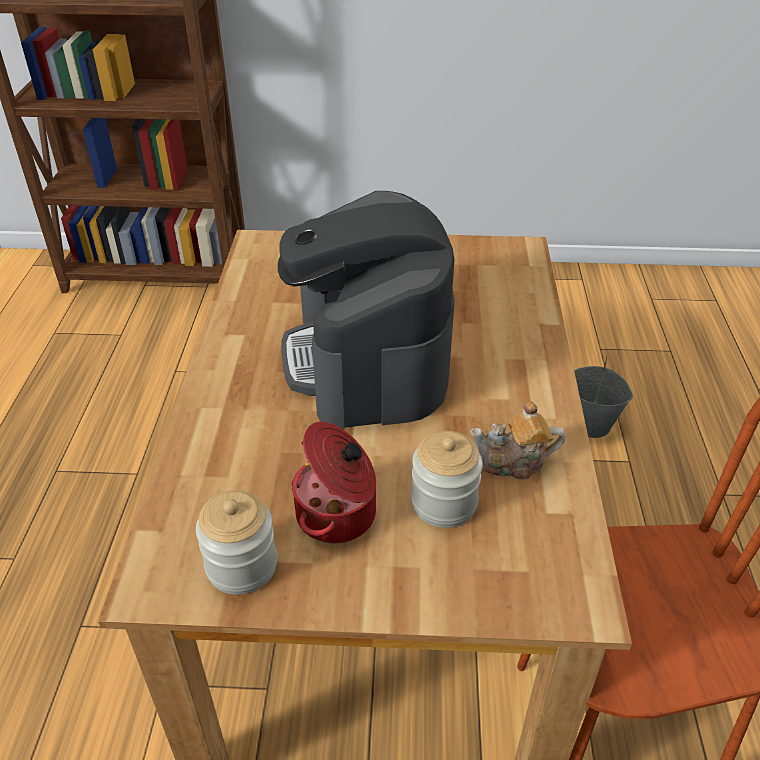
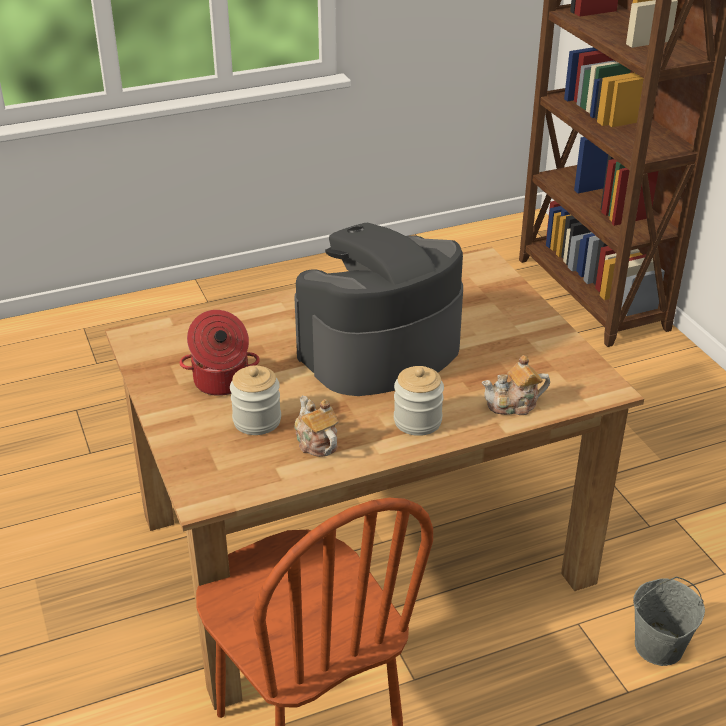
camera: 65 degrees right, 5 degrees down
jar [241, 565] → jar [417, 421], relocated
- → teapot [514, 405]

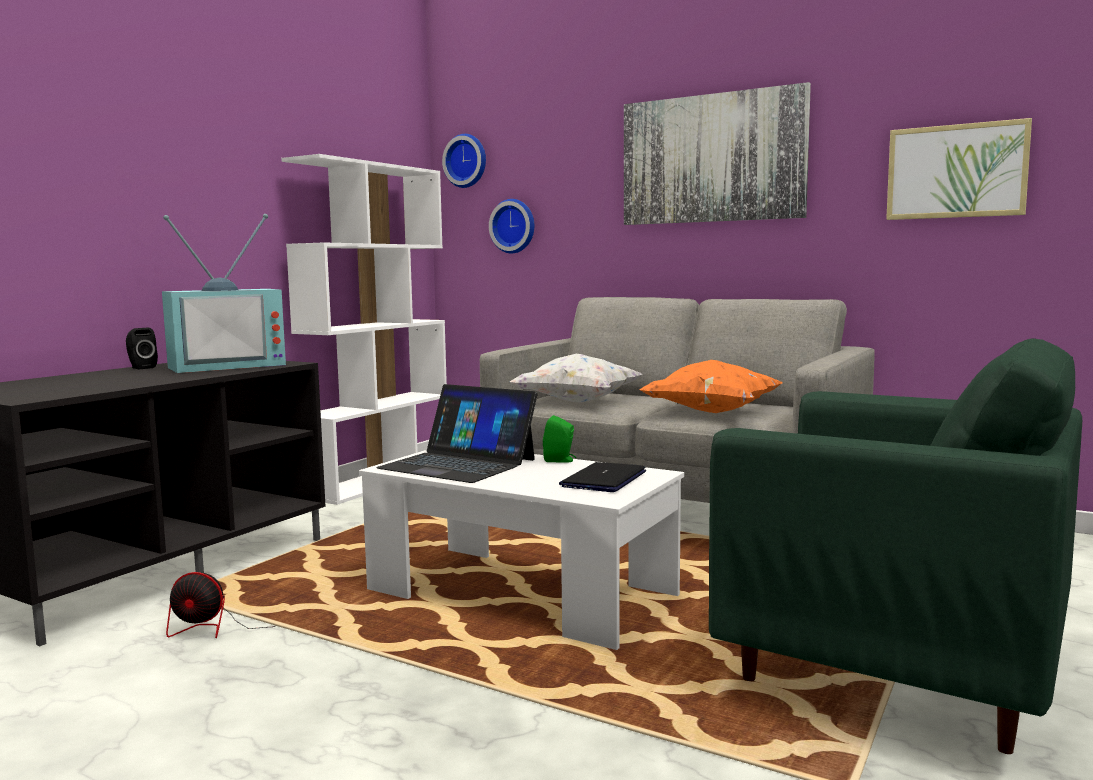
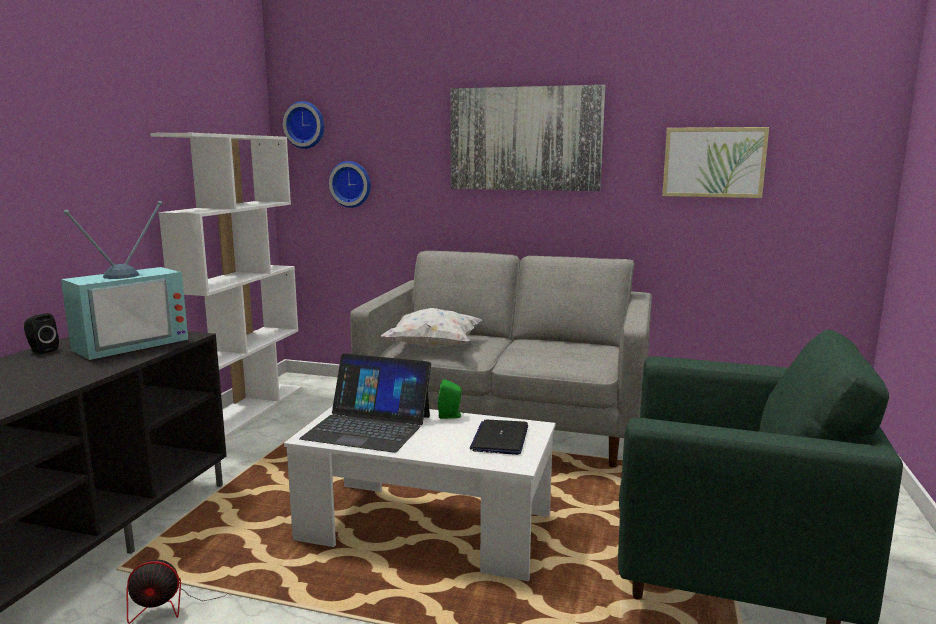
camera: 15 degrees left, 5 degrees up
cushion/orange [711, 412] → -

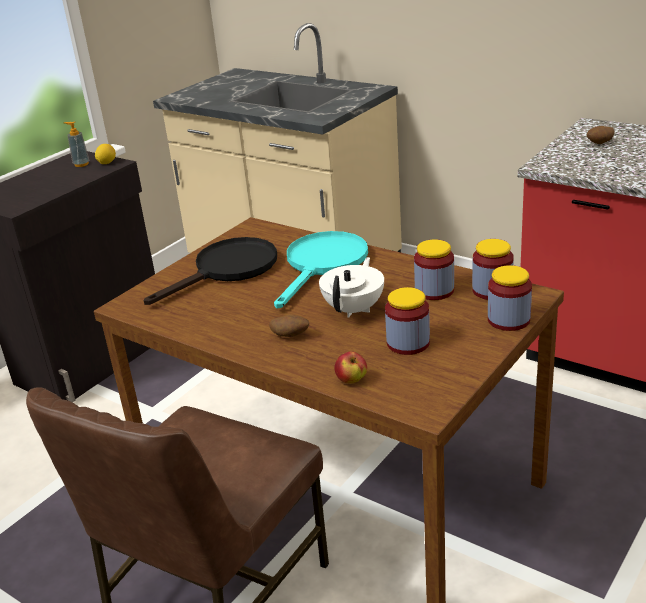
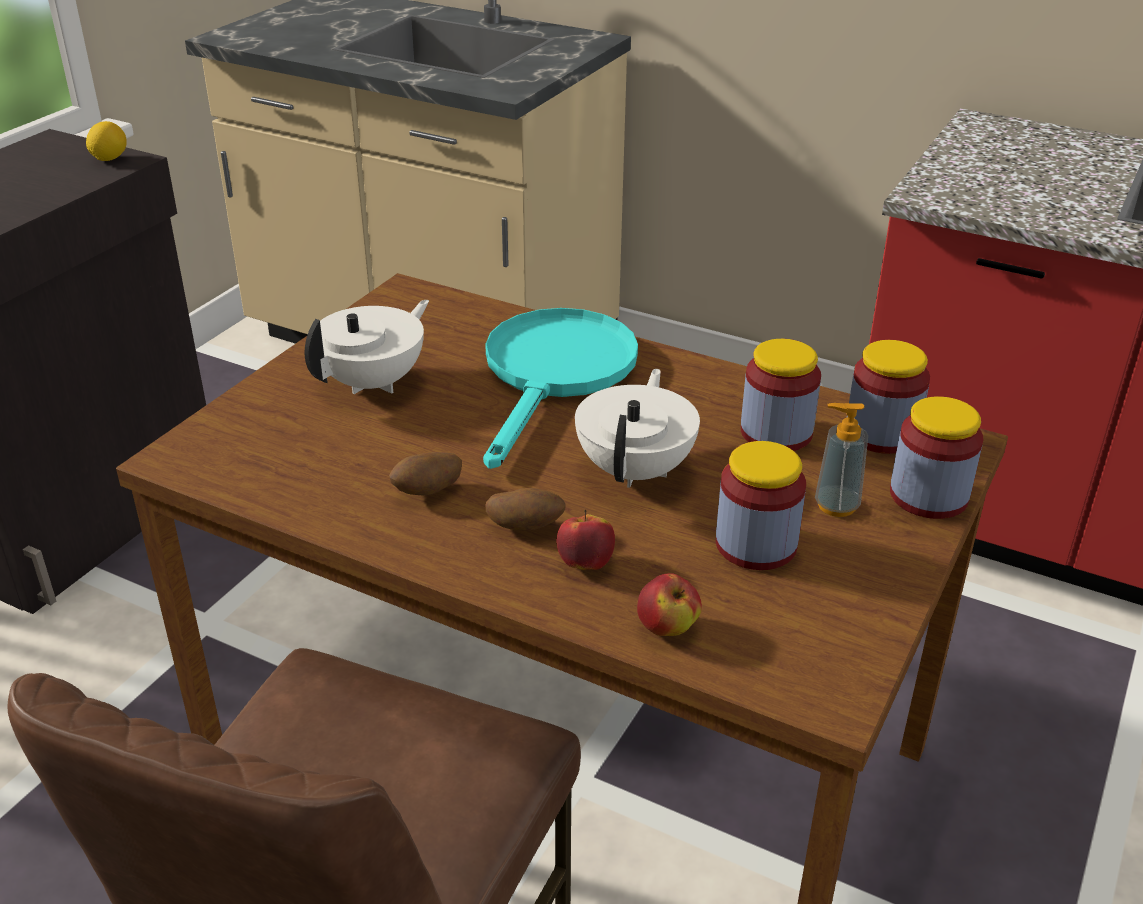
camera: 10 degrees left, 5 degrees up
soap dispenser [81, 164] → soap dispenser [836, 505], relocated
frying pan/black-coloured [227, 270] → teapot/white [374, 382]
potato [599, 144] → potato [428, 492], relocated
- → apple fruit [585, 563]

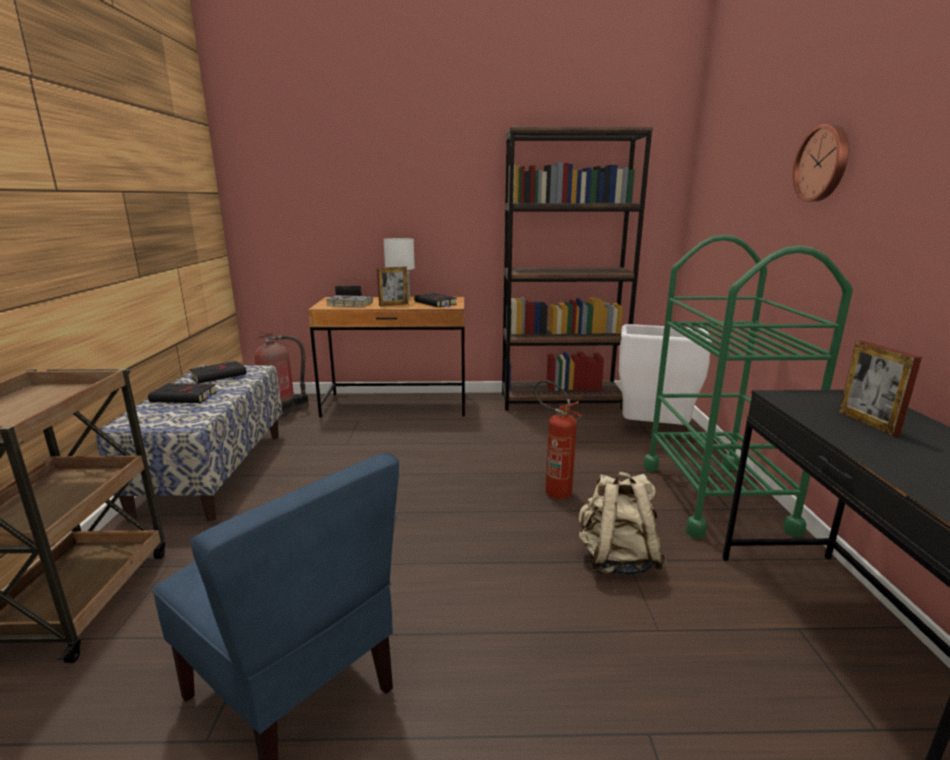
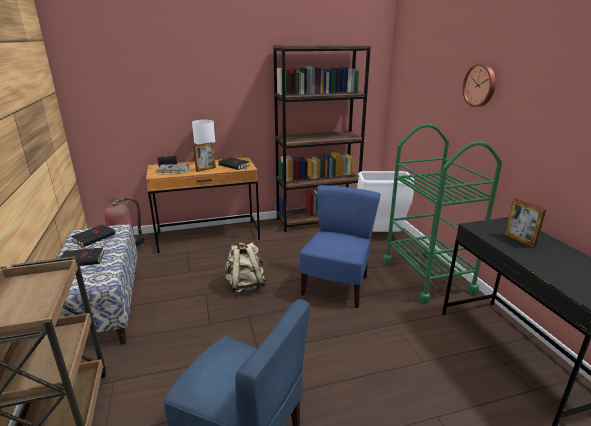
camera: 15 degrees left, 5 degrees up
extinguisher [552, 490] → upright chair/blue [336, 286]
knapsack/beige [616, 560] → knapsack/beige [245, 286], relocated

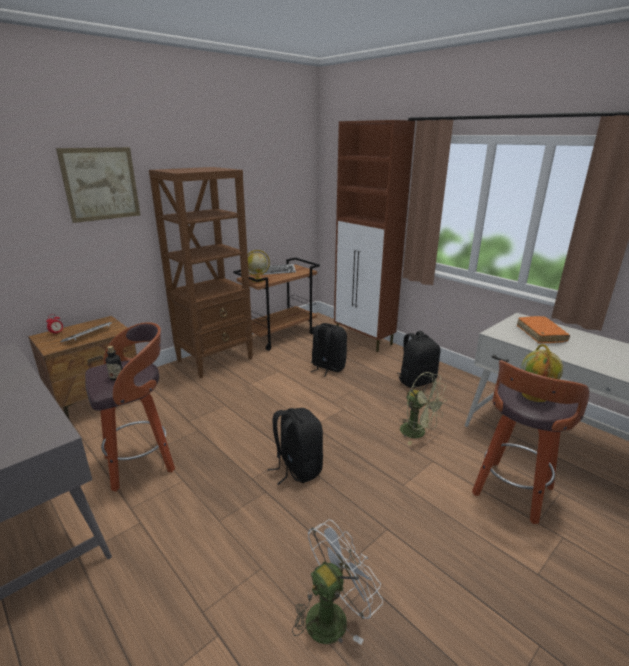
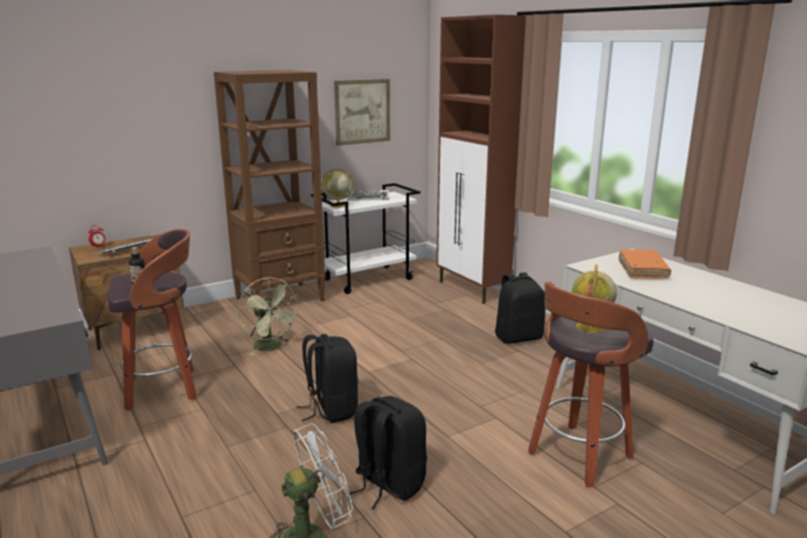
camera: 10 degrees right, 5 degrees down
wall art [101, 184] → wall art [362, 111], relocated
wheeled cart/brown [280, 335] → wheeled cart/white [368, 279]
knapsack/black-coloured [327, 367] → knapsack/black-coloured [388, 484], relocated
fan/green-coloured [418, 433] → fan/green-coloured [271, 347], relocated

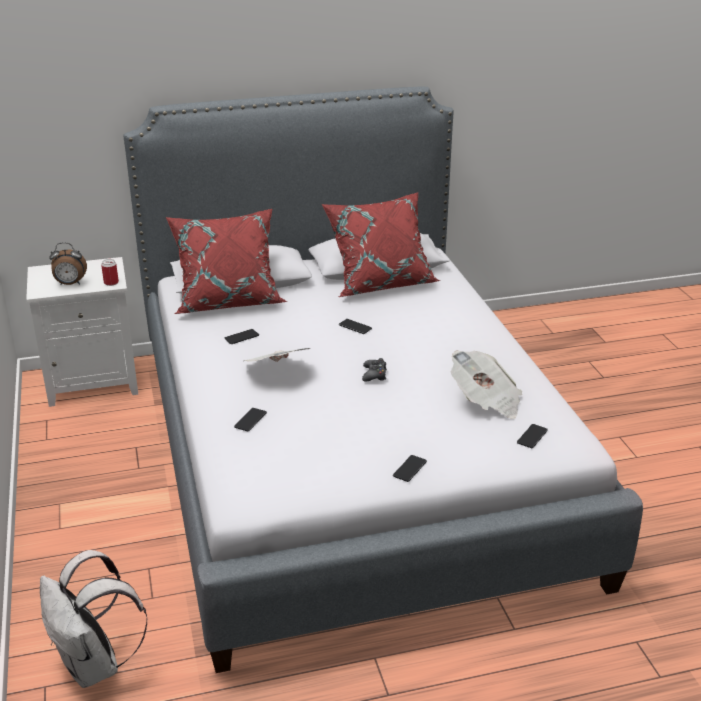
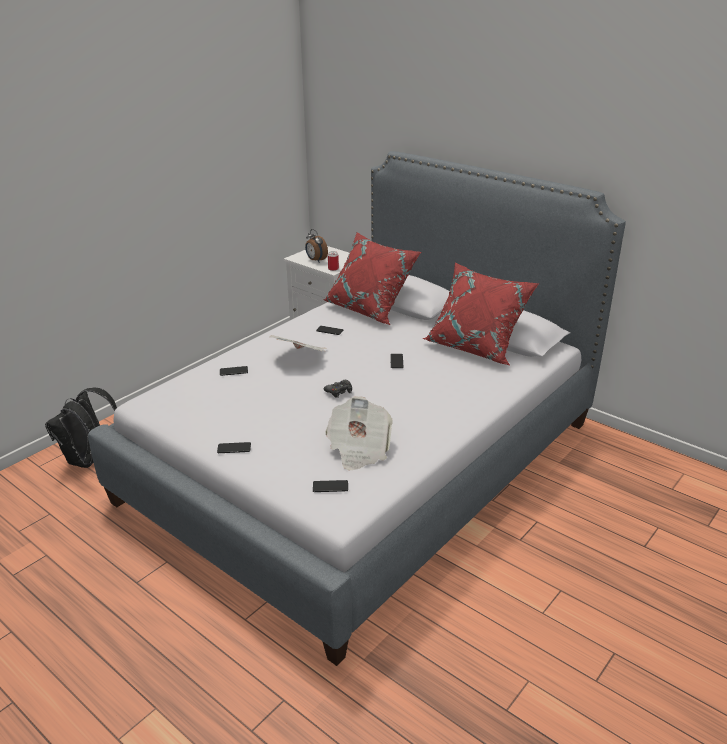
camera: 55 degrees right, 0 degrees up
knapsack/white [95, 665] → knapsack/black-coloured [90, 460]

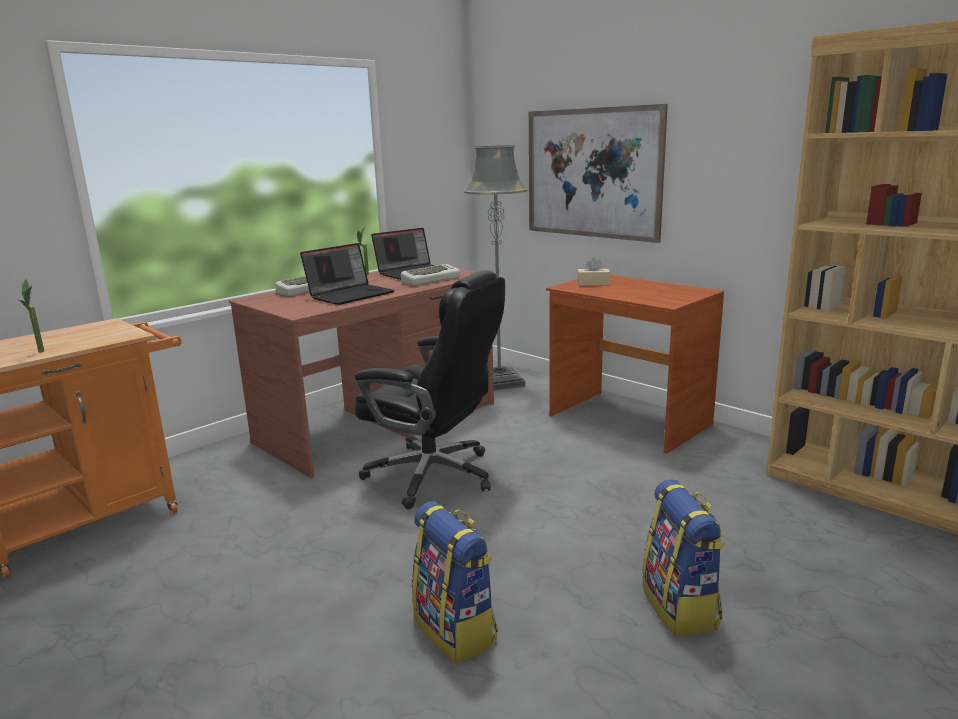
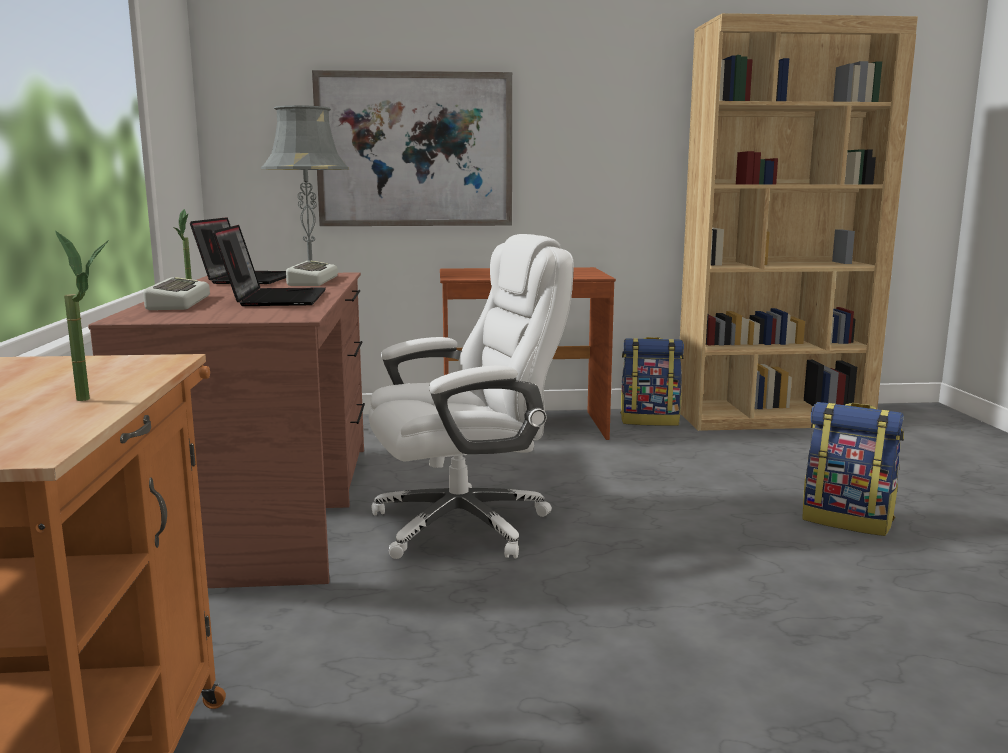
camera: 50 degrees left, 5 degrees down
desk chair/black-coloured [434, 475] → desk chair/white [465, 524]
knapsack [456, 630] → knapsack [650, 420], relocated
tissue holder/beige [593, 283] → -

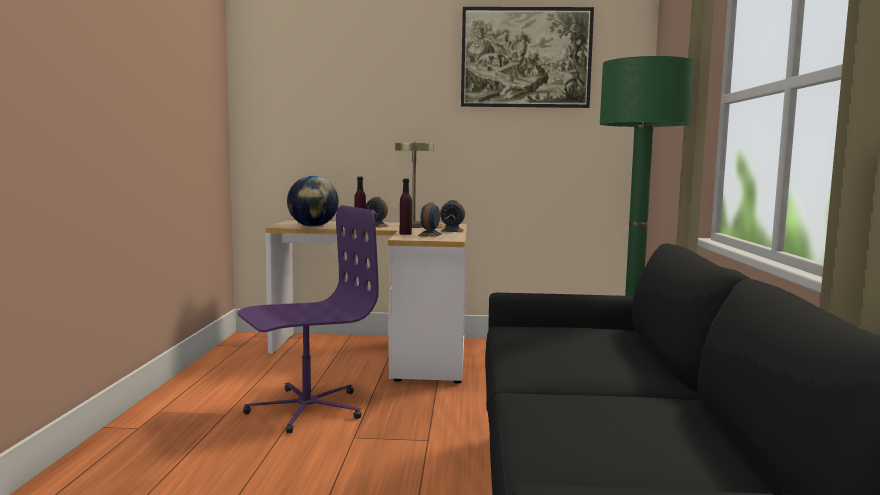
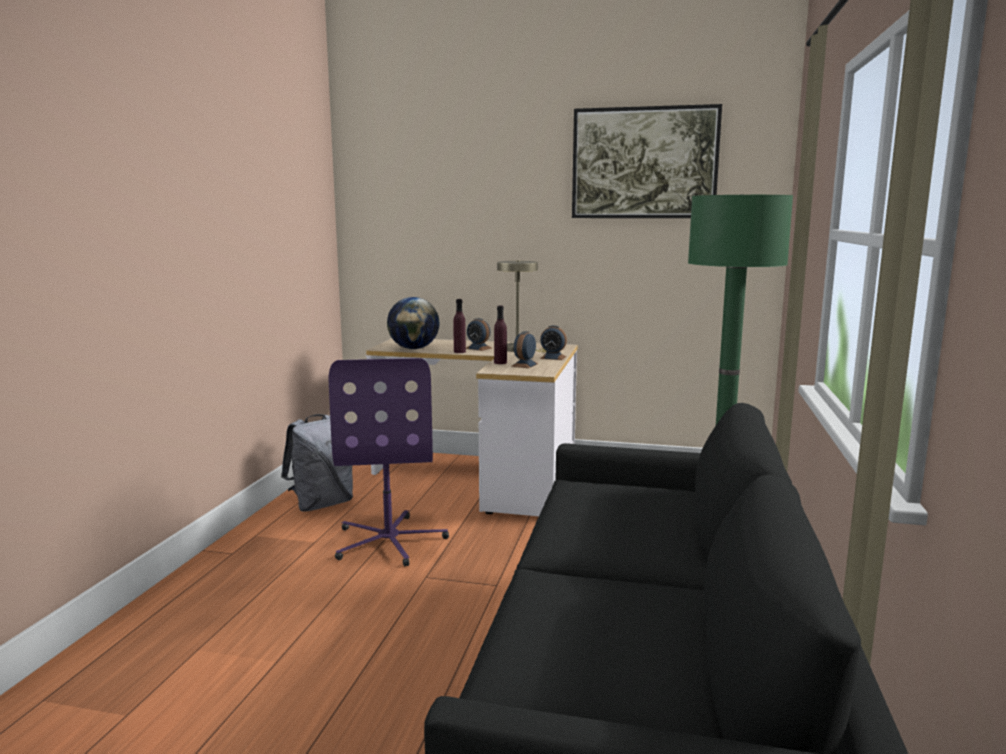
camera: 10 degrees right, 5 degrees up
desk chair/purple [306, 408] → desk chair/purple [390, 541], 105 degrees clockwise
- → knapsack/grey [322, 504]

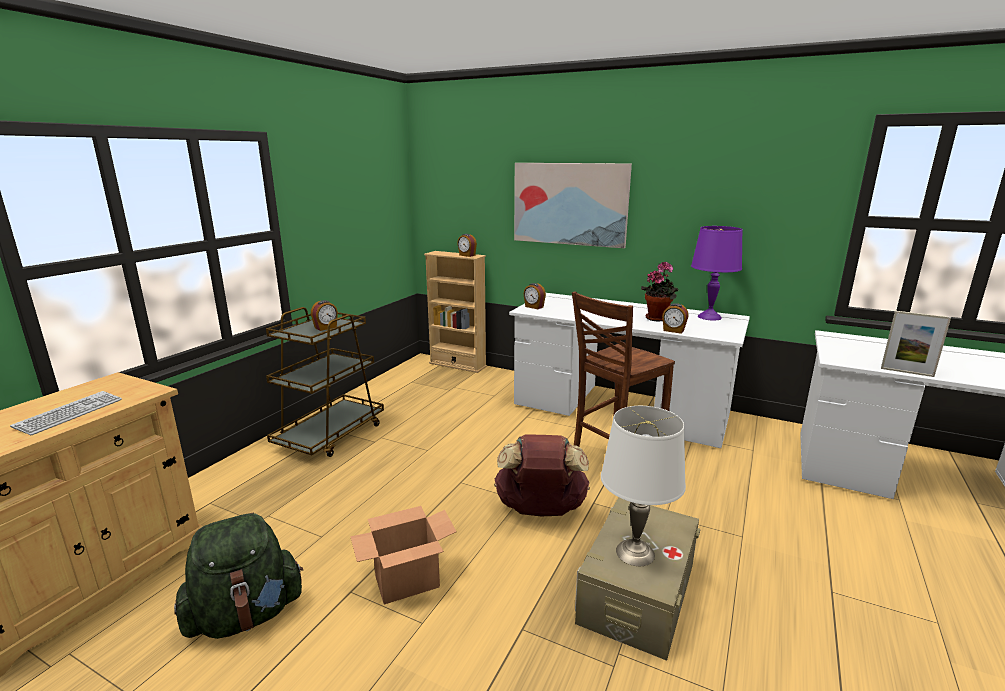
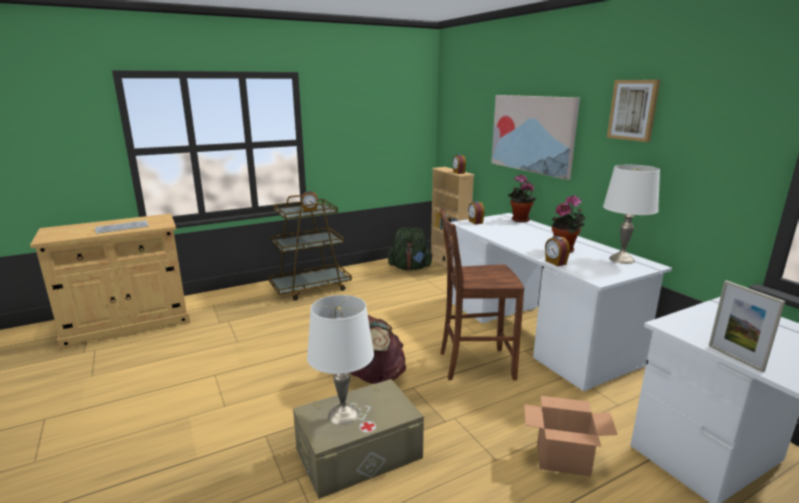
camera: 35 degrees right, 0 degrees up
knapsack/green-coloured [246, 615] → knapsack/green-coloured [410, 268], relocated
cardboard box [406, 582] → cardboard box [562, 460], relocated
table lamp/purple [709, 317] → table lamp/white [622, 259]
- → potted plant [519, 220]
- → wall art [633, 110]

